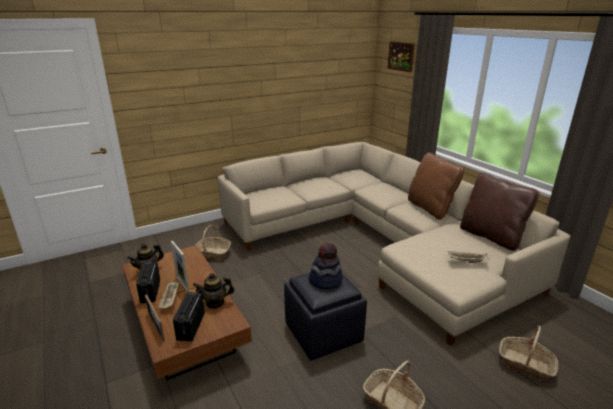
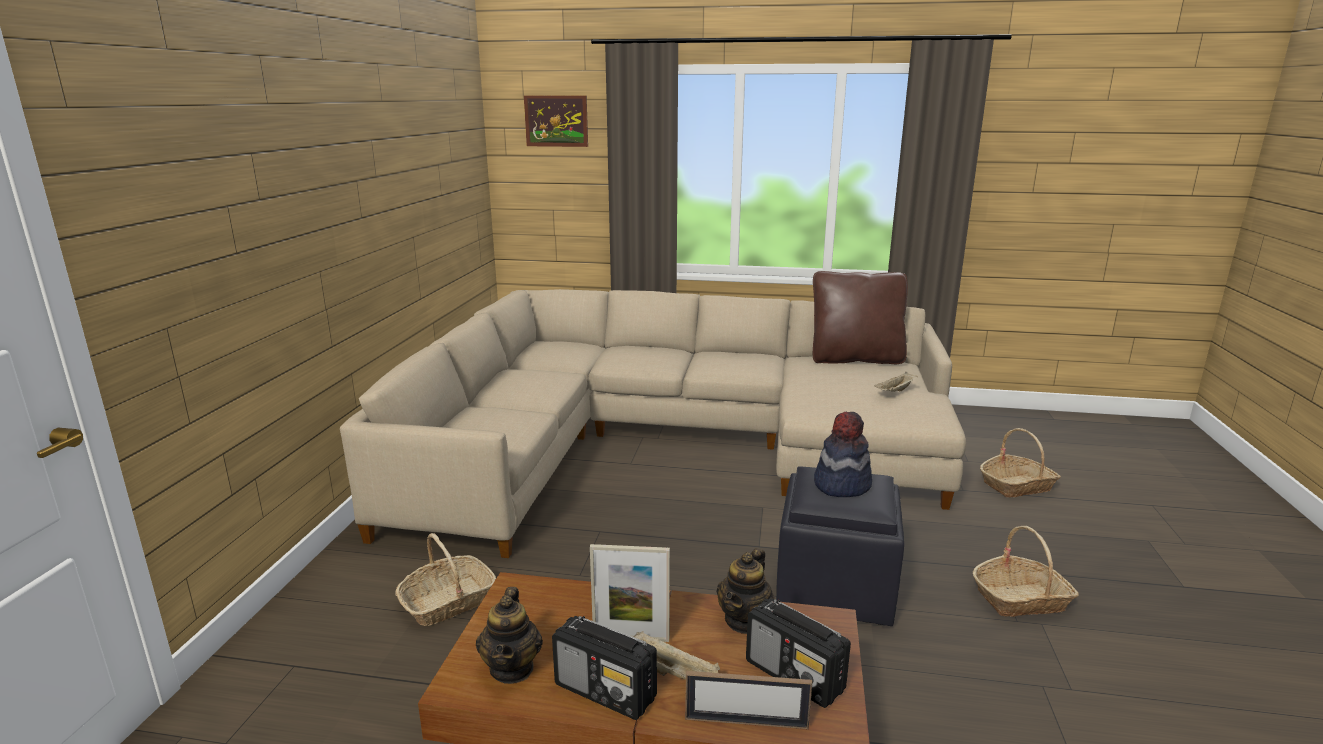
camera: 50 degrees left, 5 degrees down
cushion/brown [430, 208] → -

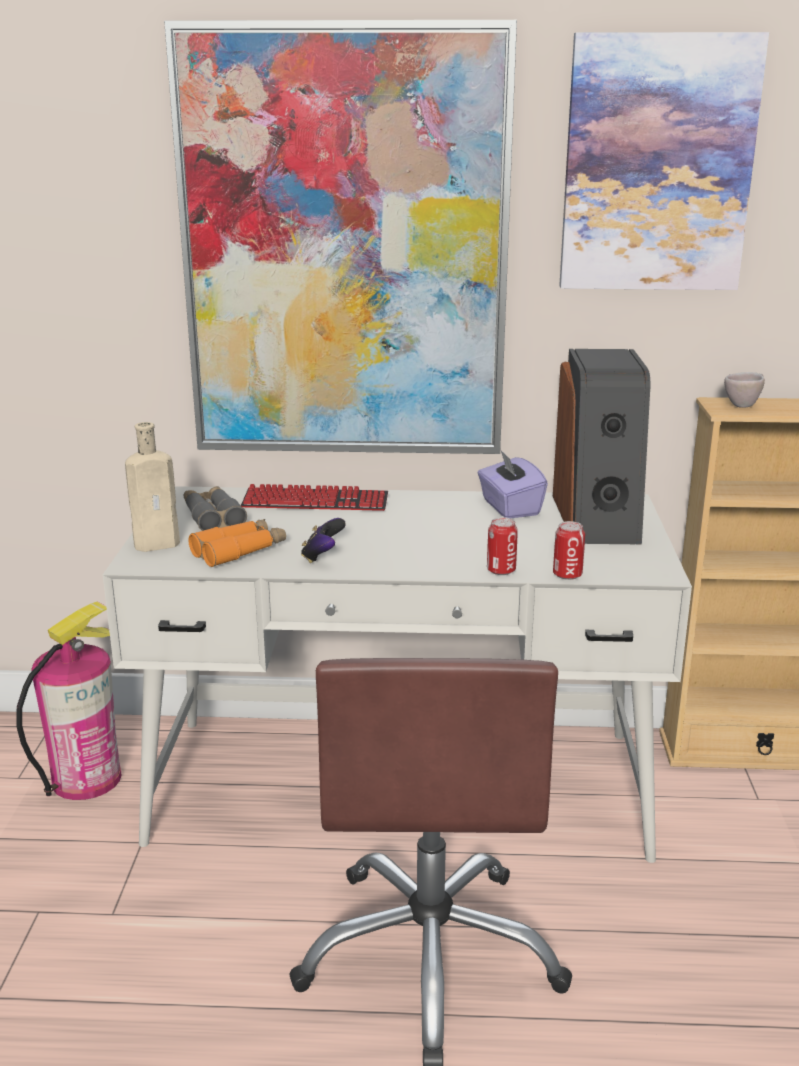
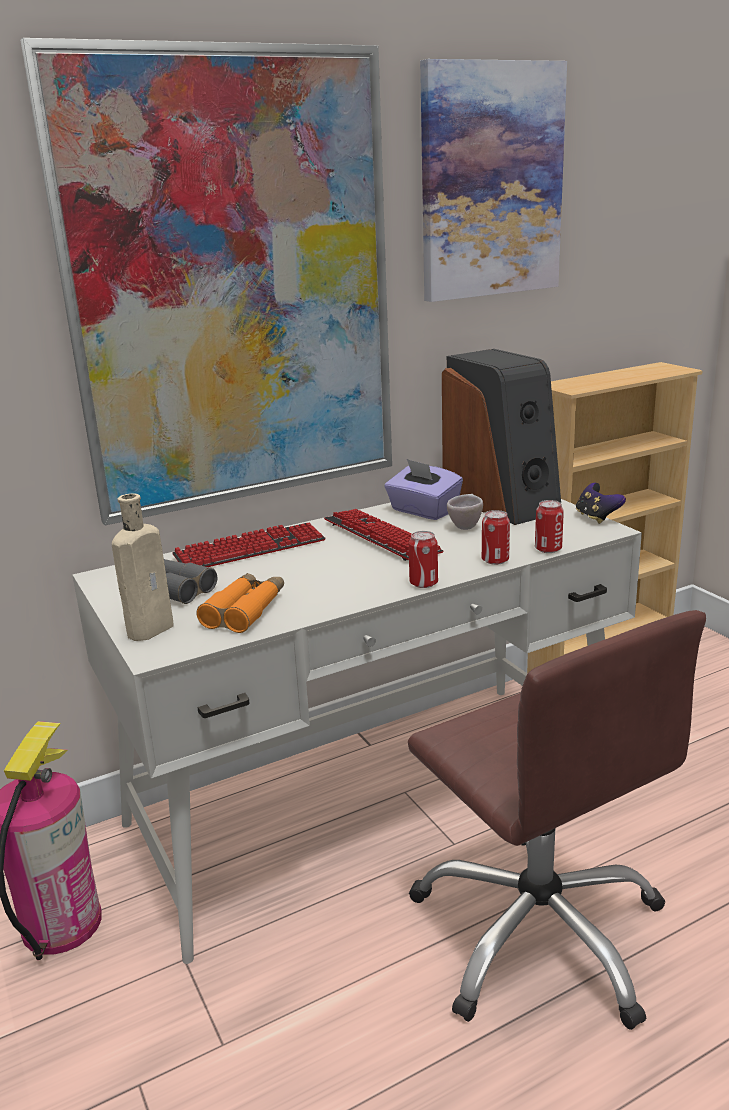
camera: 30 degrees left, 0 degrees up
game controller [322, 557] → game controller [596, 517], relocated
cup/beige [744, 405] → cup/beige [465, 526], relocated
- → keyboard [381, 537]
- → metal can [423, 583]

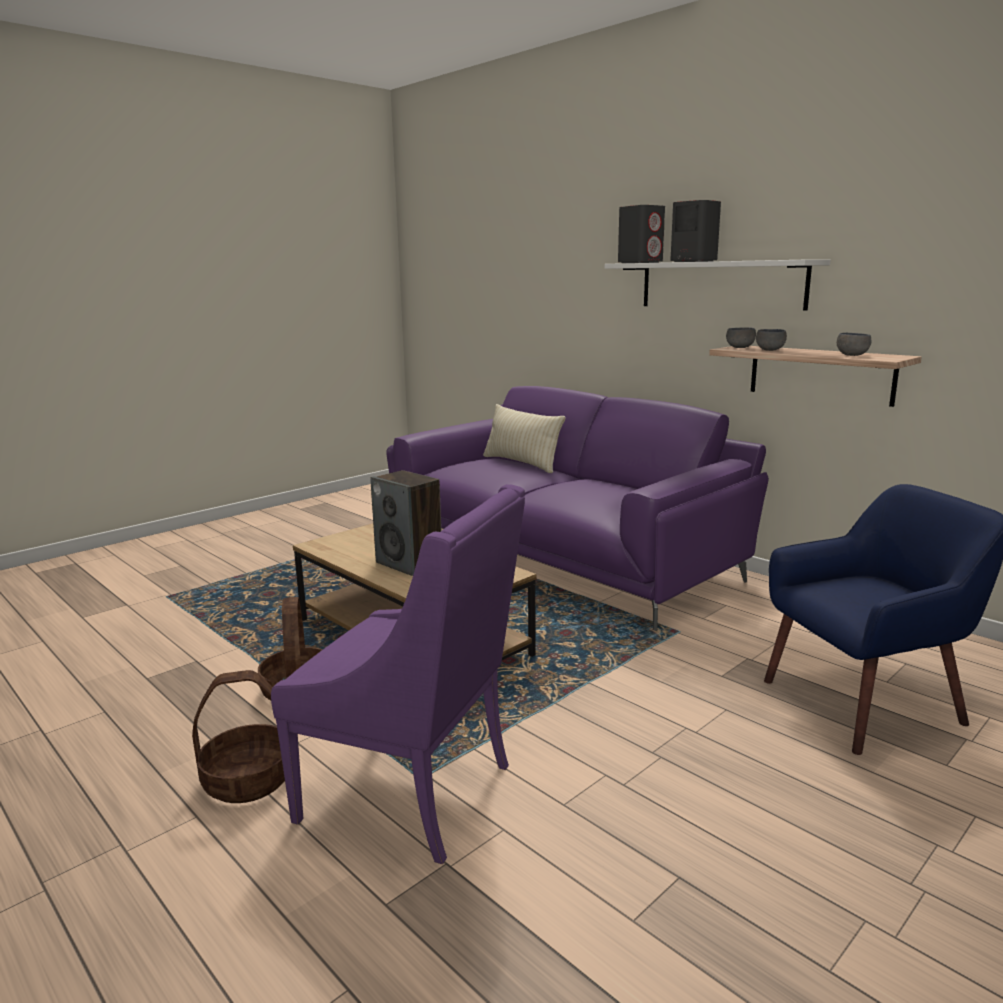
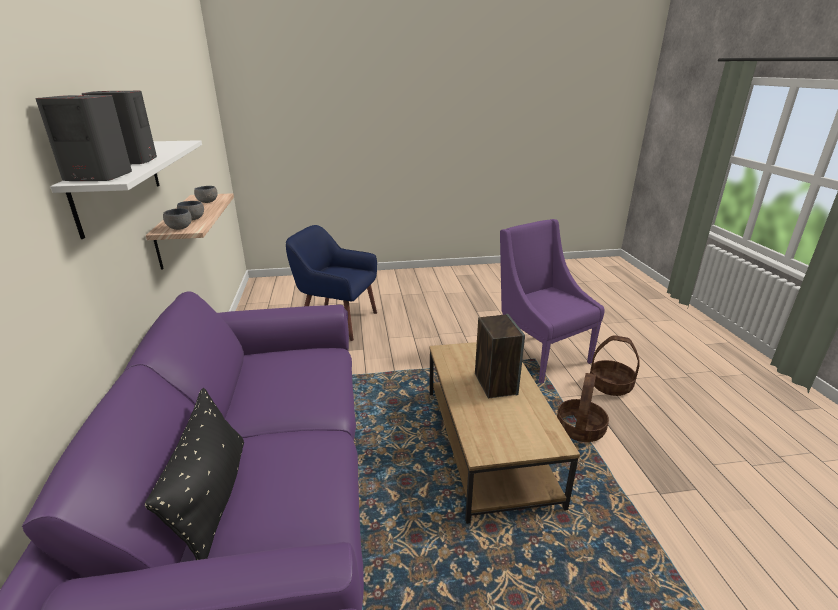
camera: 145 degrees left, 10 degrees up
cushion/beige [521, 463] → cushion/black-coloured [213, 497]

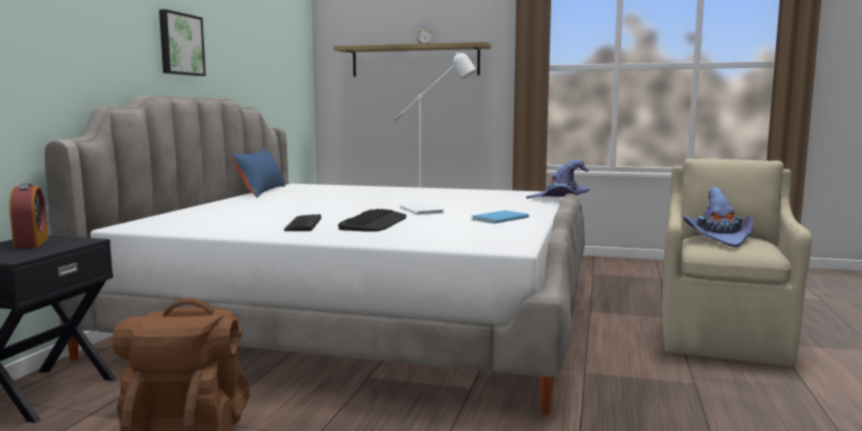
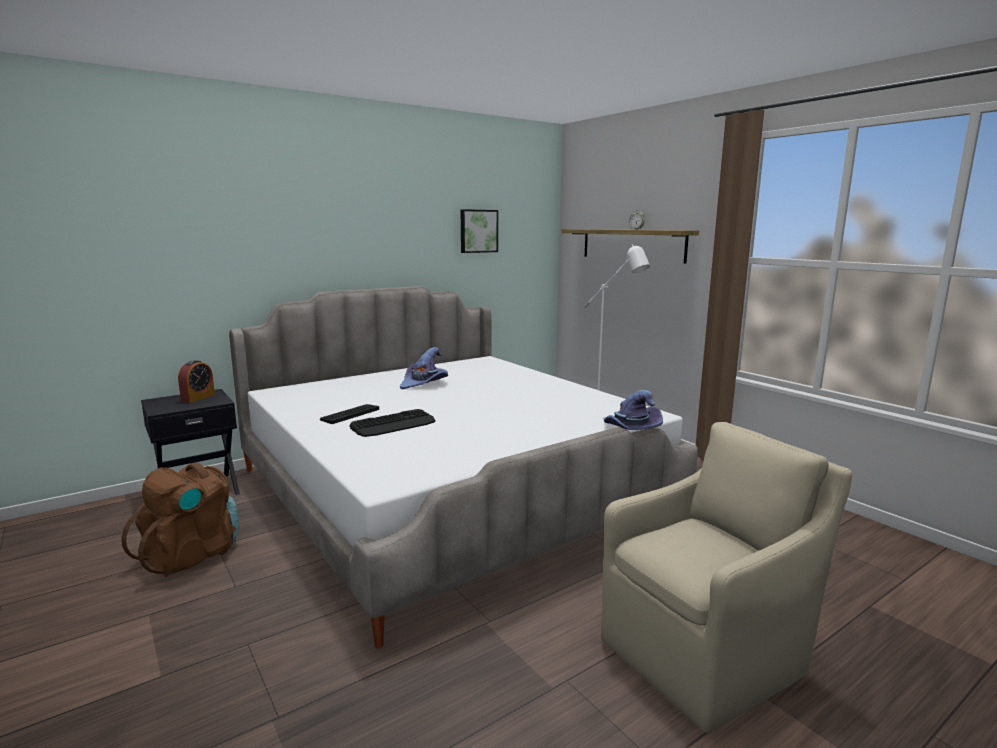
camera: 40 degrees right, 5 degrees up
wall art [180, 44] → wall art [478, 231], relocated
cushion/blue [261, 191] → -
bound book/white [423, 210] → -
bound book/blue [497, 218] → -
hat/purple [718, 238] → hat/purple [424, 383], relocated

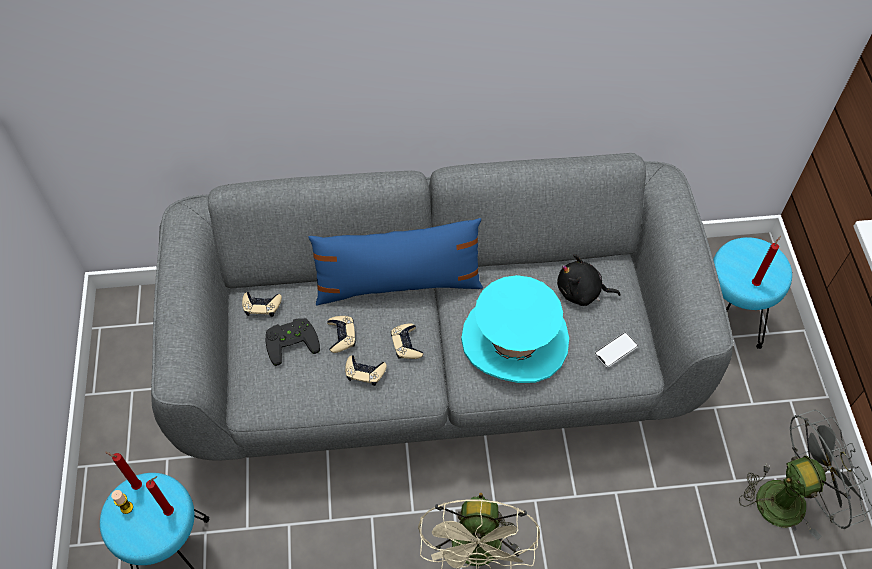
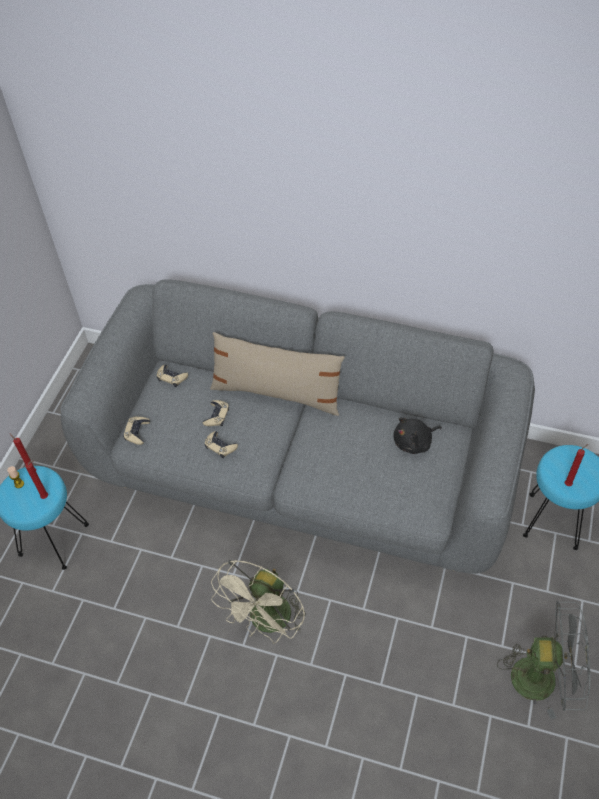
camera: 25 degrees right, 5 degrees down
game controller/black-coloured [291, 340] → -
cushion/blue [398, 284] → cushion/beige [277, 393]
game controller/beige [406, 344] → game controller/beige [137, 432], relocated
hat/blue-green [515, 339] → -
cuddly toy/black-coloured [582, 292] → cuddly toy/black-coloured [414, 442], 60 degrees counterclockwise
handset [616, 350] → -

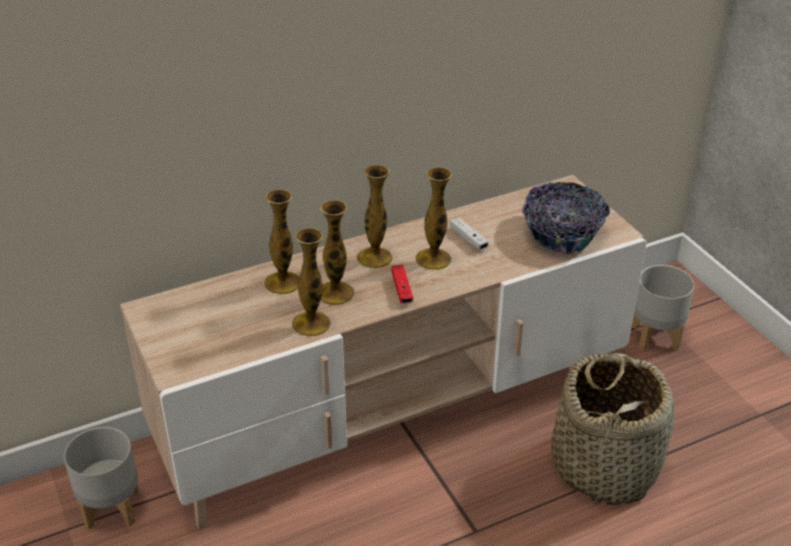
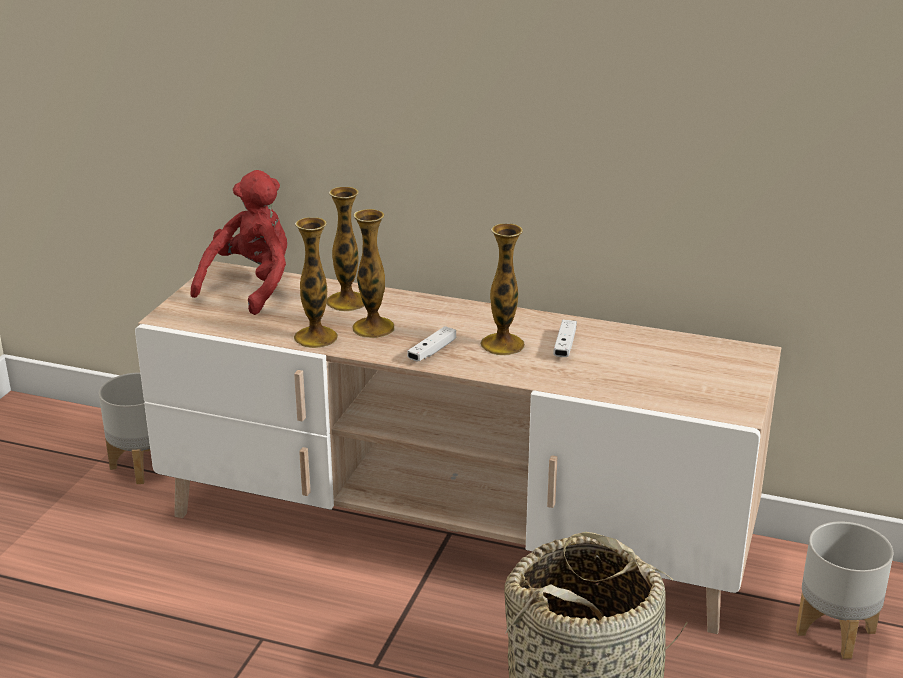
camera: 45 degrees right, 10 degrees down
decorative vase [374, 258] → -
game controller/red [402, 289] → game controller/white [432, 351]
deep dish [562, 233] → -
- → cuddly toy/red [251, 286]

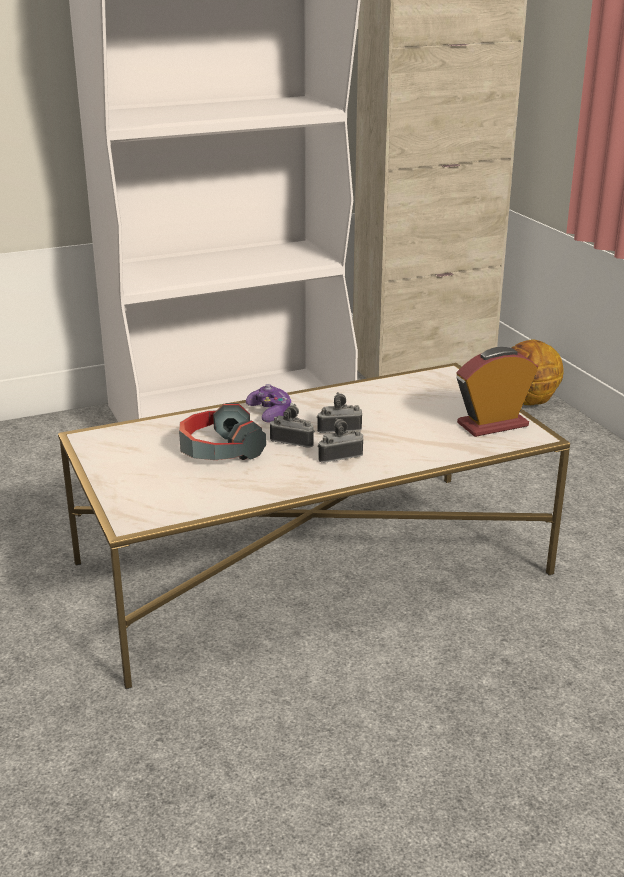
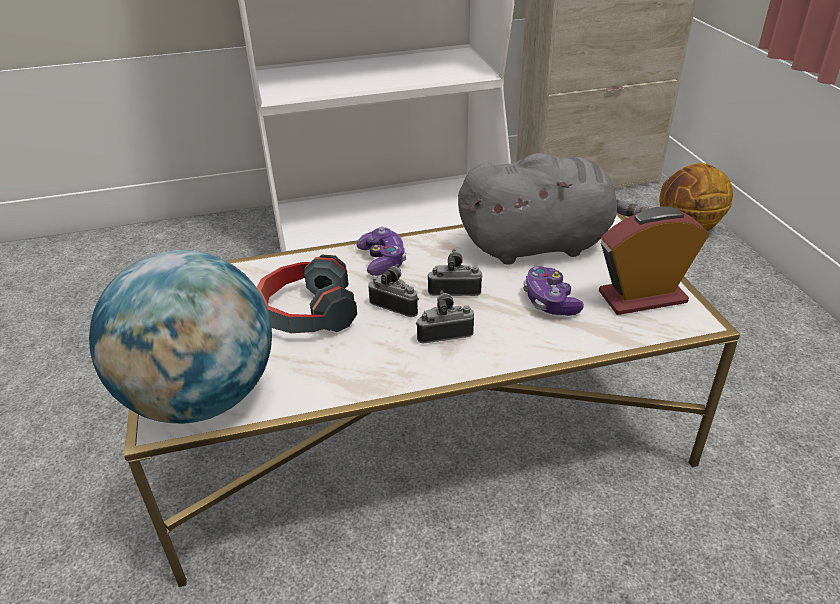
camera: 10 degrees right, 10 degrees up
- → desk globe [201, 398]
- → cuddly toy/grey [541, 245]
- → game controller [550, 301]

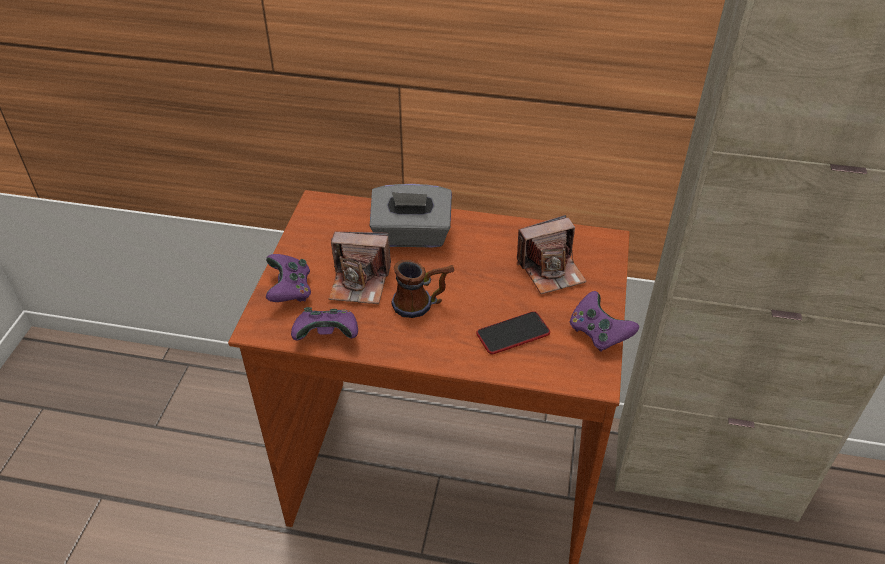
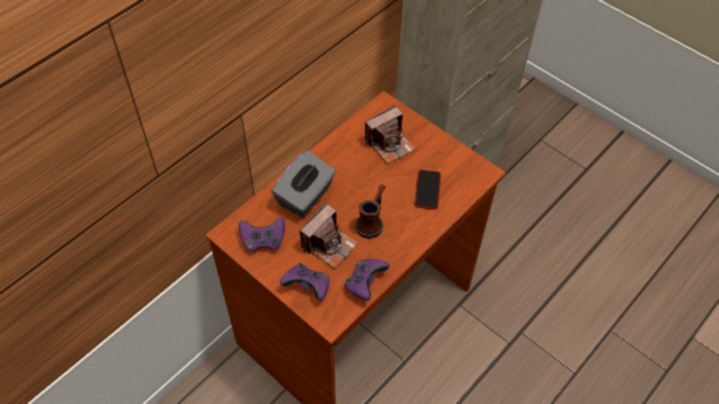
camera: 60 degrees left, 10 degrees up
still camera [551, 270] → still camera [390, 144], 45 degrees clockwise
game controller/purple [598, 333] → game controller/purple [263, 241], relocated

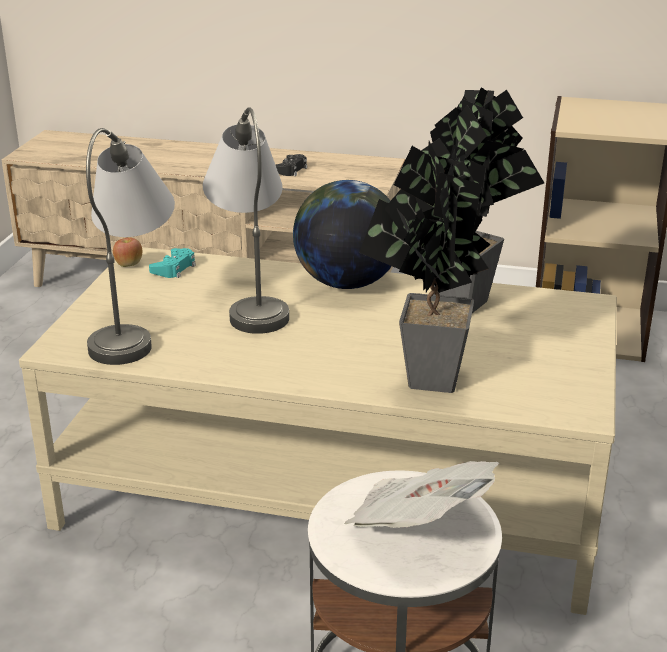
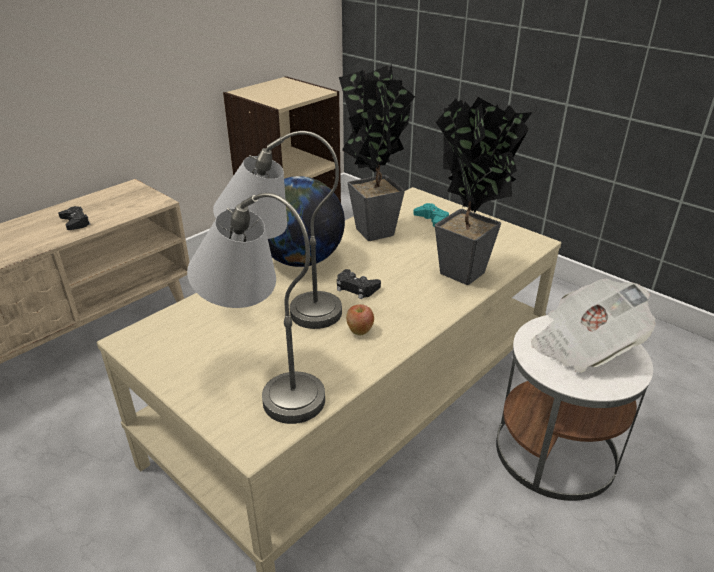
camera: 60 degrees left, 5 degrees up
apple fruit [129, 265] → apple fruit [359, 331], relocated
game controller/blue-green [174, 268] → game controller/blue-green [432, 219], relocated
- → game controller/black-coloured [356, 288]

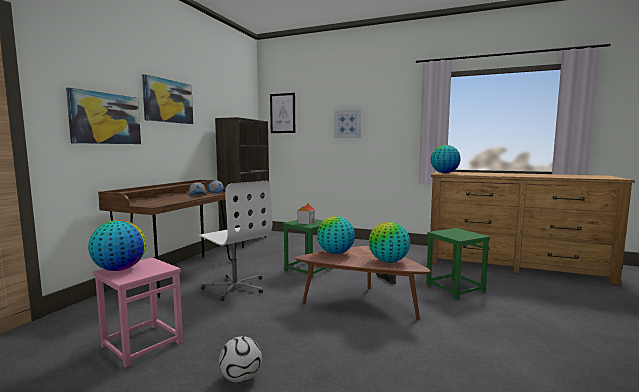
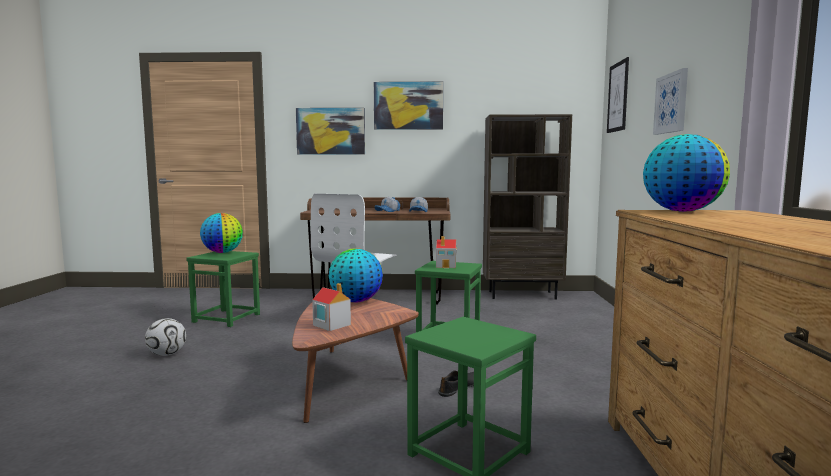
camera: 70 degrees right, 0 degrees up
stool/pinkish [142, 344] → stool/green-coloured [227, 318]
desk globe [388, 261] → toy house [331, 325]

